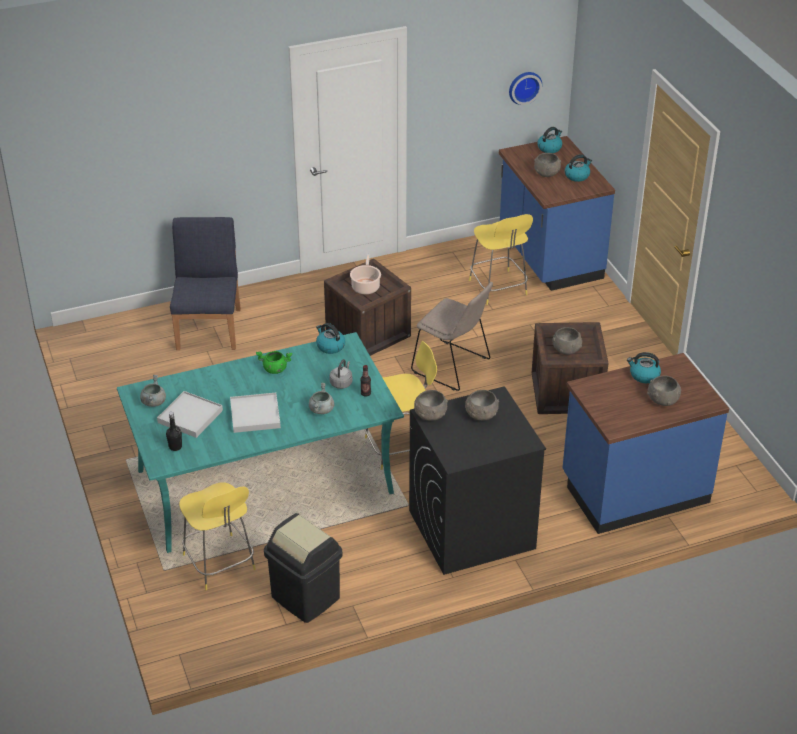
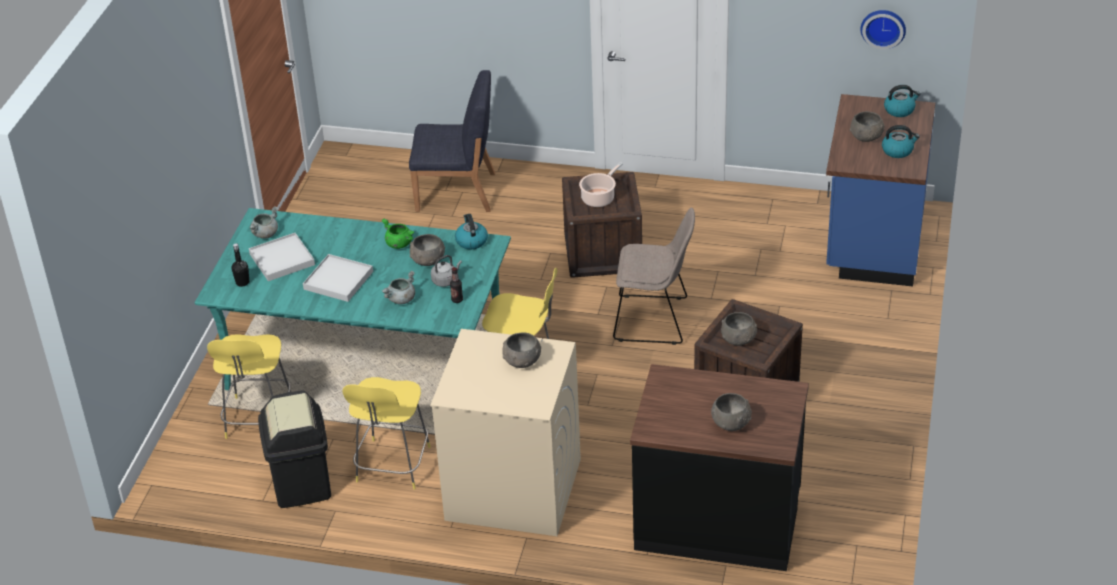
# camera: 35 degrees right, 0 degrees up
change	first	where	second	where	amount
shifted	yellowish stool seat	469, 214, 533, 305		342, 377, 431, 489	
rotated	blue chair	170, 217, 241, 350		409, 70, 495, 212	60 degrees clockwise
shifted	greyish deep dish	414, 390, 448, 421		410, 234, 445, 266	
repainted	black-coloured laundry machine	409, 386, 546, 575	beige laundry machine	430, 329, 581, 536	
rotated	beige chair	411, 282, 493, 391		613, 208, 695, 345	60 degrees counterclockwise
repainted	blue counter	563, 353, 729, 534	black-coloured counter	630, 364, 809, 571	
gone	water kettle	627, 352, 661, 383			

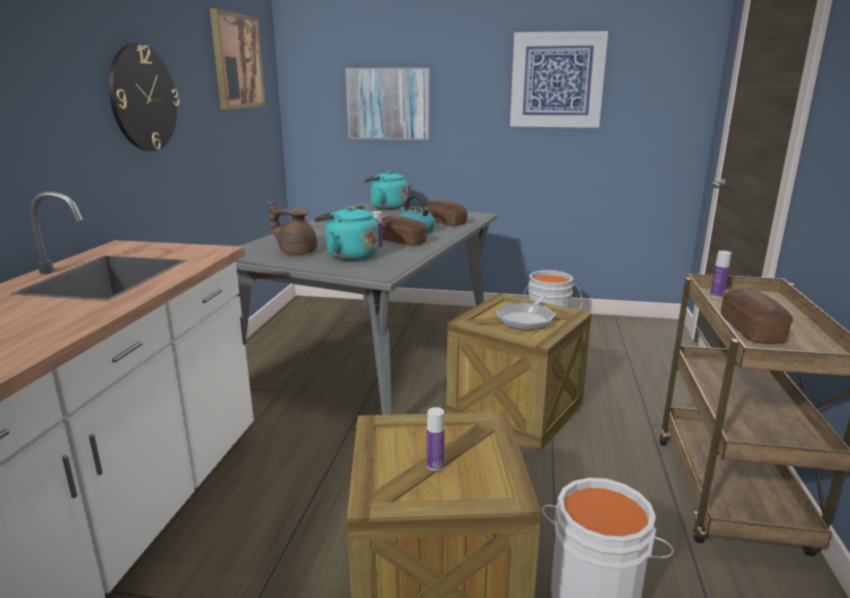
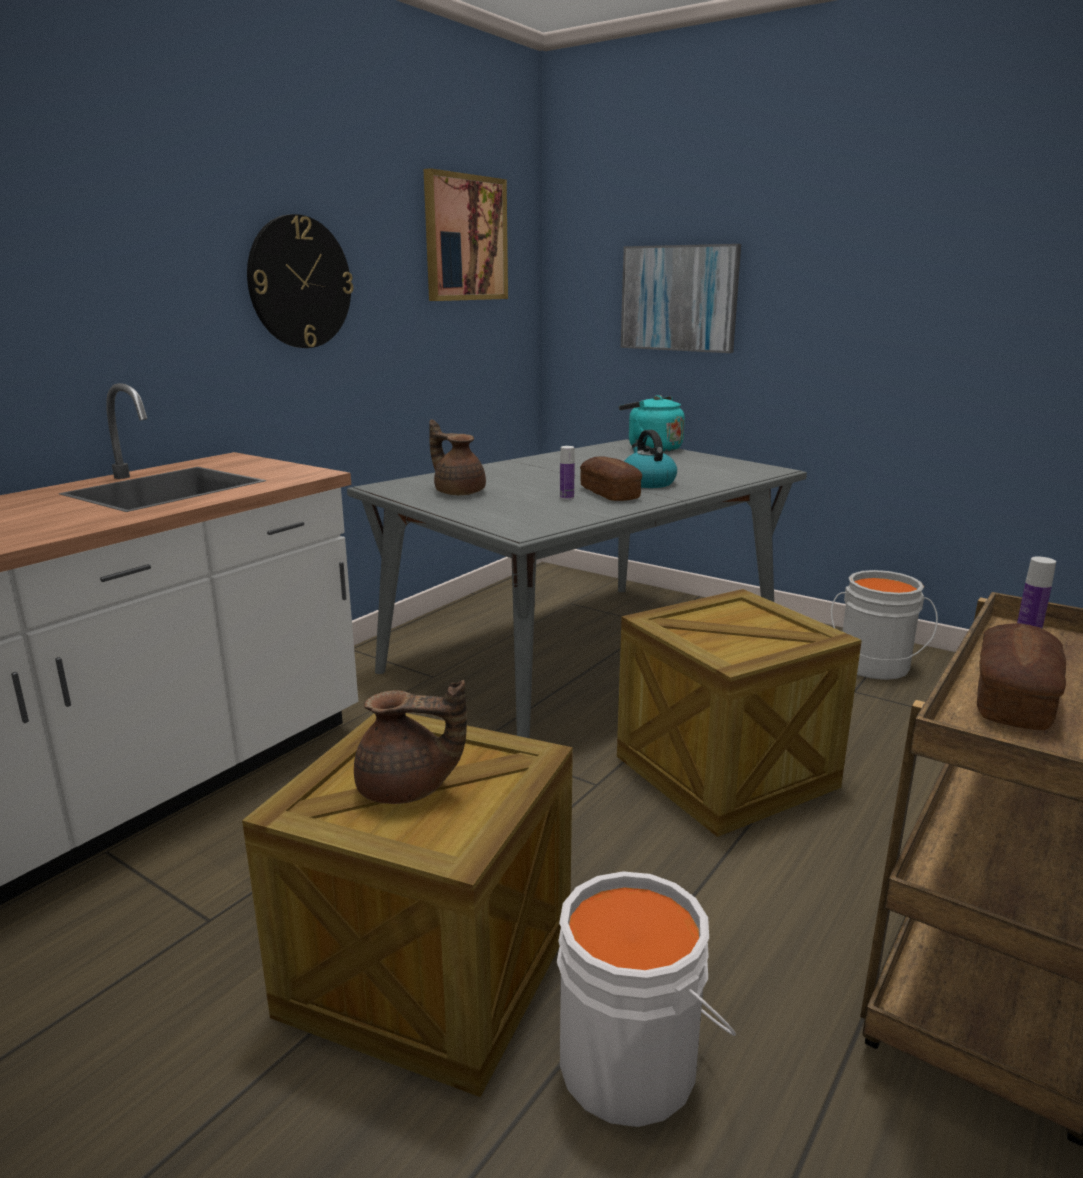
# camera: 25 degrees right, 0 degrees up
change	first	where	second	where	amount
swapped	drink bottle	427, 407, 445, 471	brown-coloured pot for tea	354, 680, 467, 804	
gone	turquoise-coloured water kettle	314, 205, 379, 261			
gone	bakery bread	427, 200, 467, 226			
gone	skillet	496, 295, 555, 330			
gone	wall art	510, 31, 608, 128			

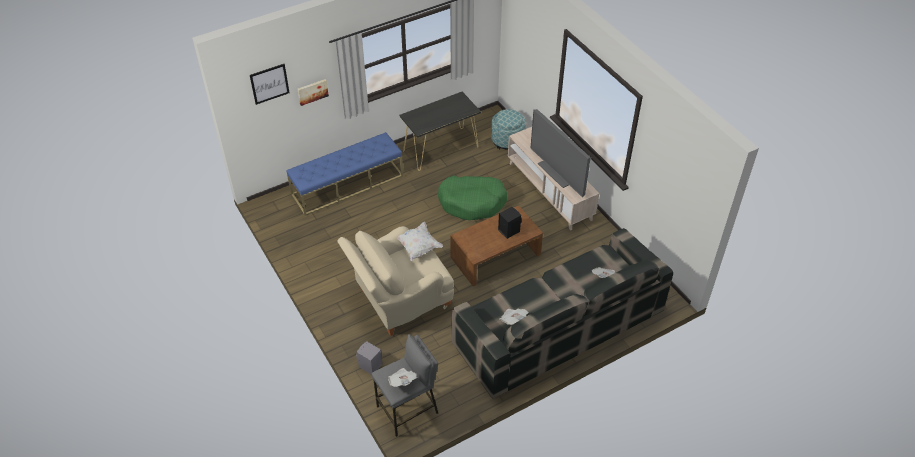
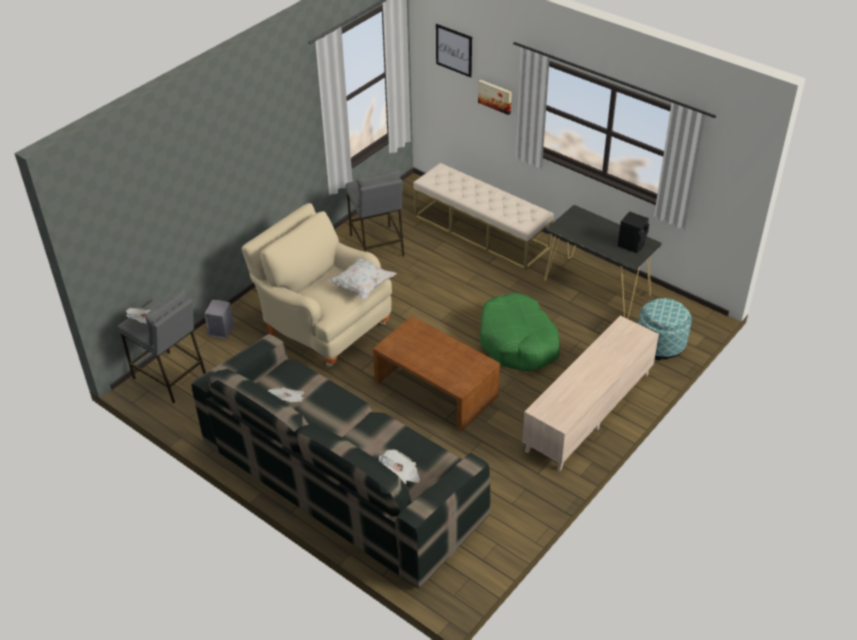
# camera: 70 degrees right, 5 degrees down
change	first	where	second	where	amount
new			greyish stool seat	345, 169, 404, 257	
repainted	blue indoor bench	287, 132, 403, 216	beige indoor bench	413, 163, 554, 271	
shifted	black-coloured speaker	498, 207, 522, 239		618, 211, 649, 253	
gone	TV	530, 109, 591, 197			

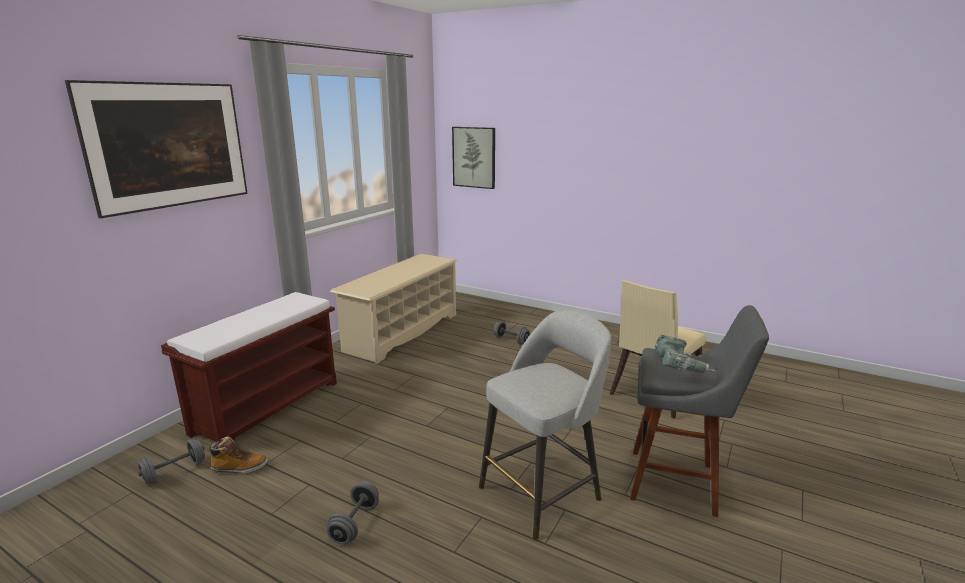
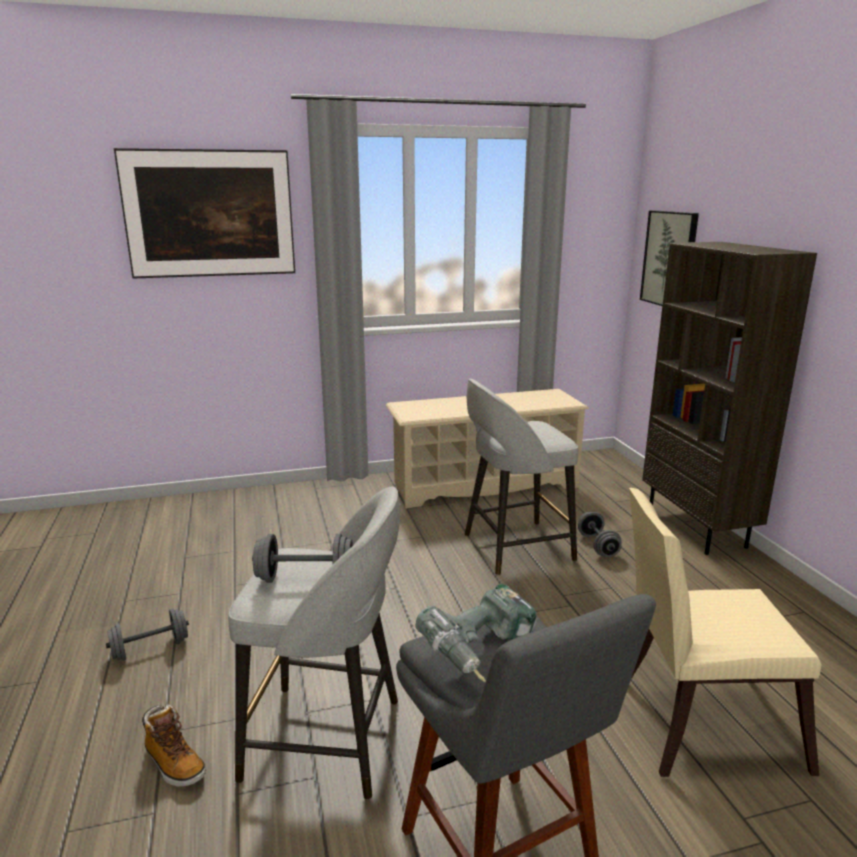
# camera: 45 degrees right, 0 degrees up
change	first	where	second	where	amount
shifted	high-top boot	208, 437, 268, 474		142, 704, 206, 787	
shifted	greyish free weight	138, 439, 205, 484		252, 534, 353, 583	
new			greyish stool seat	465, 379, 579, 575	
new			brown-coloured bookshelf	642, 242, 817, 555	
gone	brown-coloured indoor bench	161, 292, 337, 442			

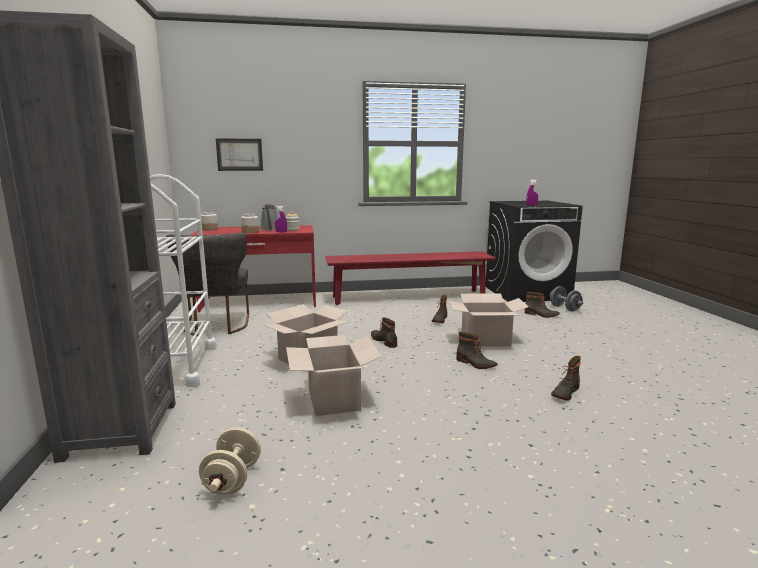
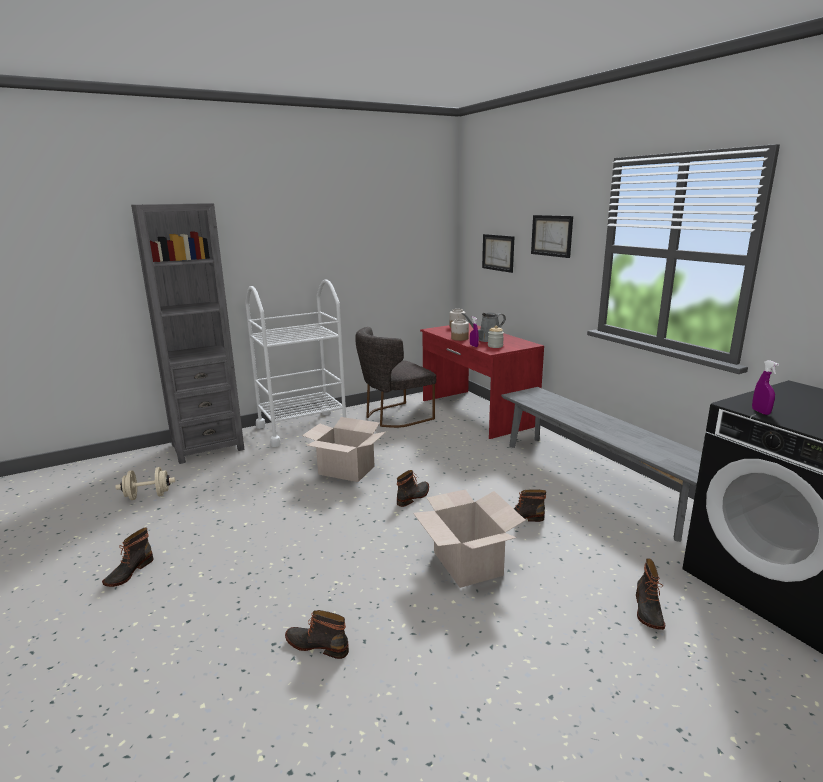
# camera: 70 degrees right, 5 degrees up
change	first	where	second	where	amount
shifted	high-top boot	456, 332, 498, 369		102, 528, 154, 587	
repainted	reddish indoor bench	325, 251, 496, 305	greyish indoor bench	501, 387, 702, 542	
new			wall art	531, 215, 573, 258	
gone	carton	286, 335, 382, 416			
gone	greyish free weight	550, 286, 583, 311			

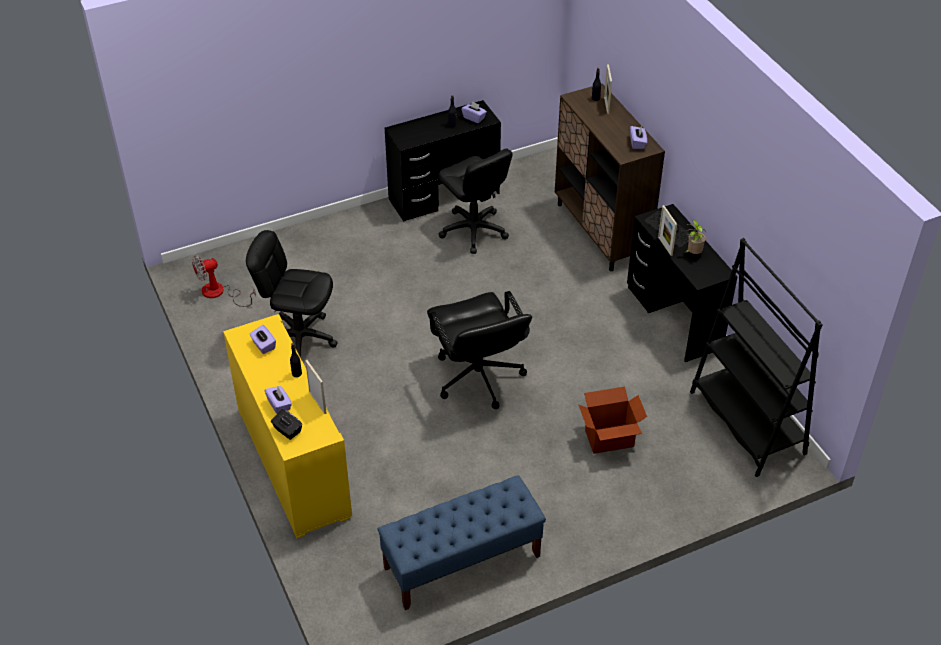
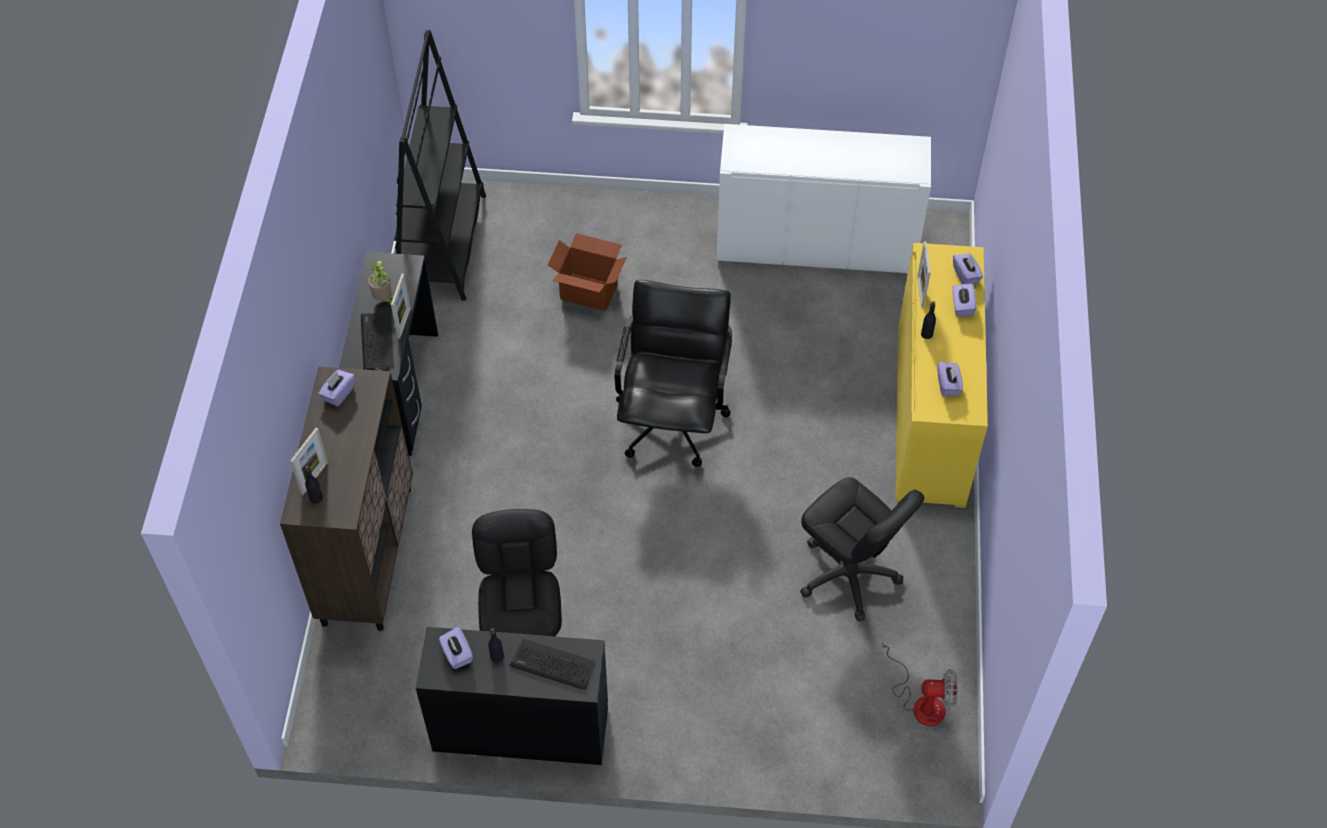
# camera: 150 degrees left, 10 degrees up
change	first	where	second	where	amount
new			keyboard	509, 639, 596, 690	
swapped	blue indoor bench	378, 475, 546, 610	white cabinet	716, 124, 931, 273	
repainted	black-coloured tissue box	271, 409, 302, 440	purplish tissue box	953, 254, 983, 284	

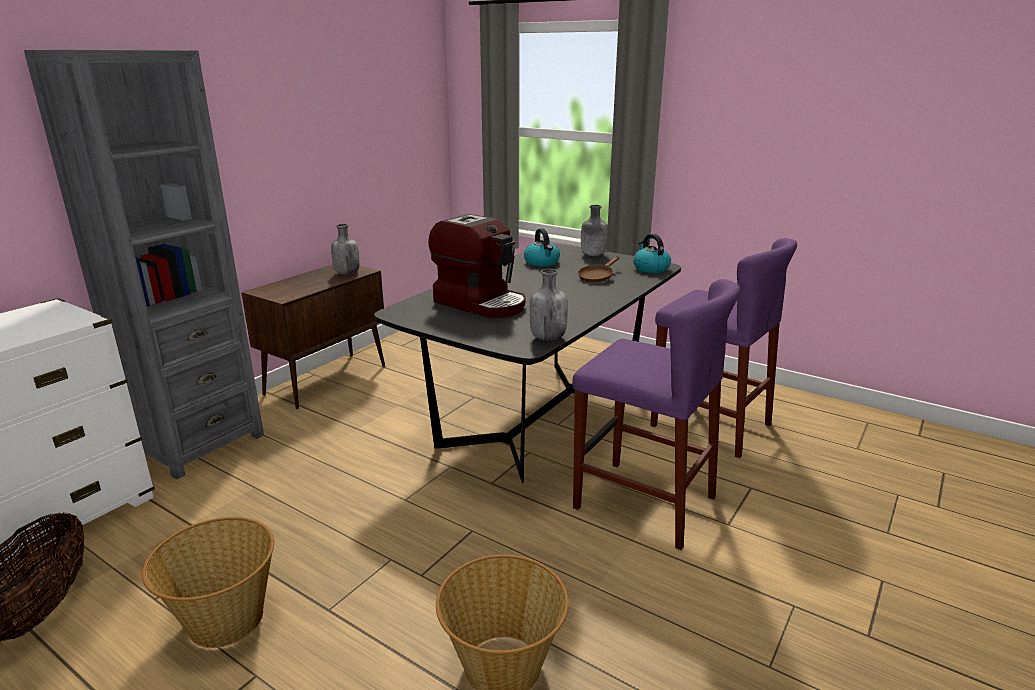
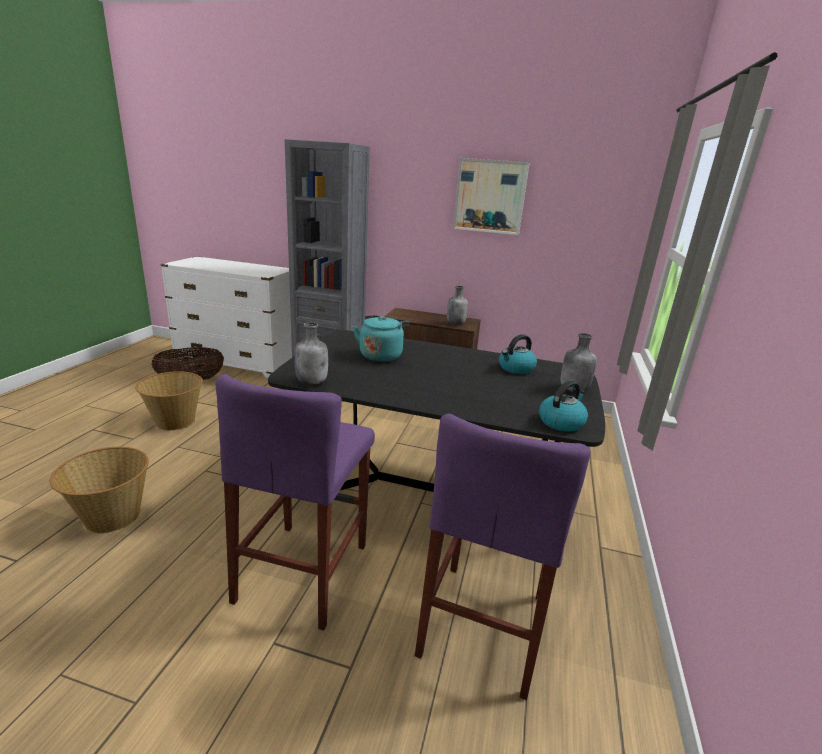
# camera: 70 degrees right, 0 degrees up
change	first	where	second	where	amount
swapped	coffee brewer	428, 214, 525, 318	turquoise-coloured water kettle	353, 315, 409, 362	
new			wall art	453, 158, 530, 235	
gone	brown-coloured skillet	578, 256, 619, 283			

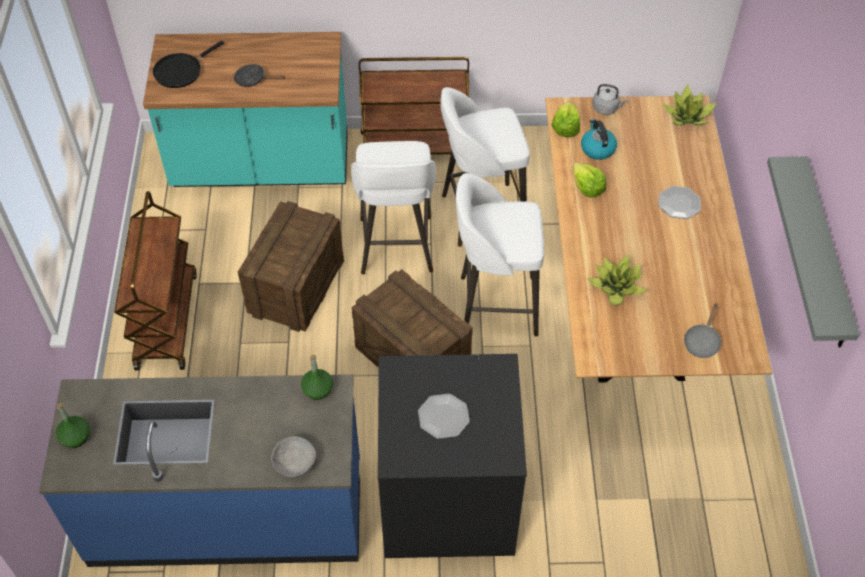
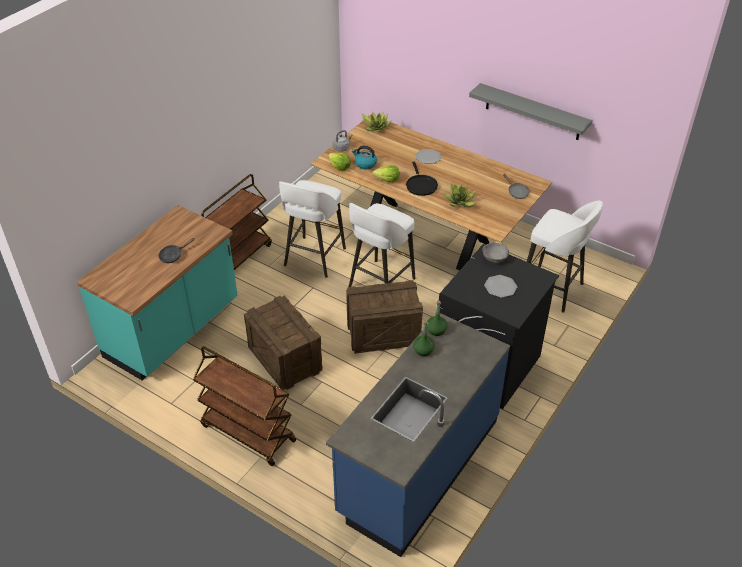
# camera: 55 degrees left, 10 degrees down
change	first	where	second	where	amount
shifted	black-coloured skillet	153, 41, 224, 88		406, 162, 438, 196	
shifted	green-coloured drink bottle	56, 403, 90, 448		413, 320, 435, 356	
shifted	greyish deep dish	271, 436, 316, 478		482, 243, 509, 263	
shifted	white stool seat	351, 141, 436, 274		527, 201, 603, 313	

